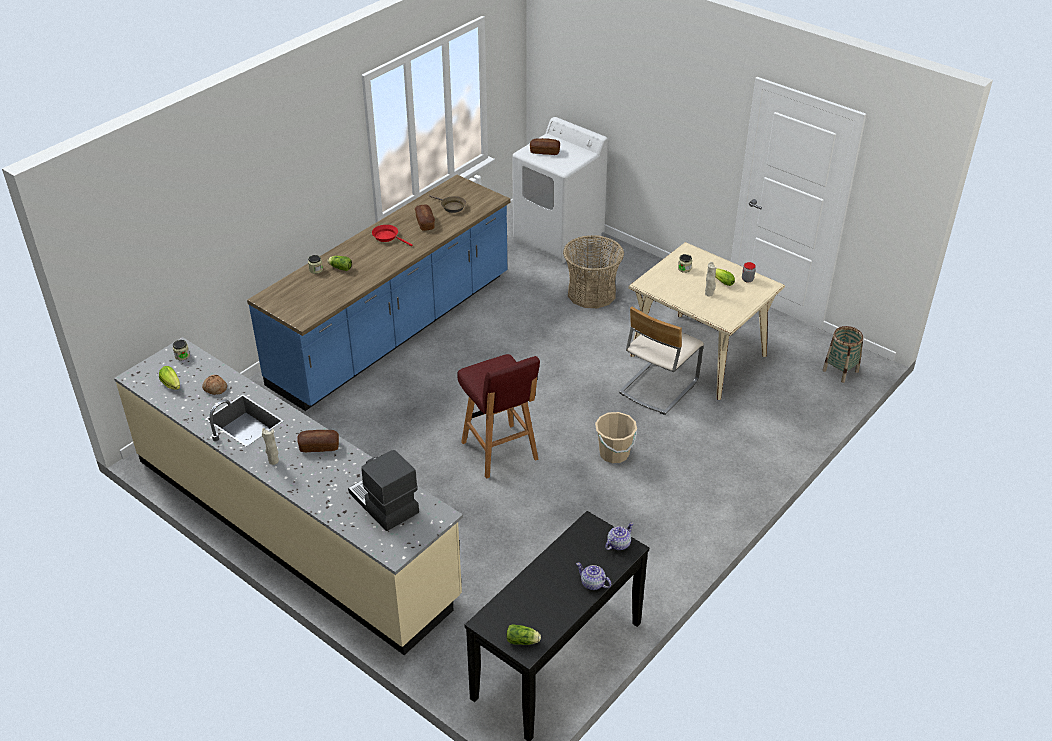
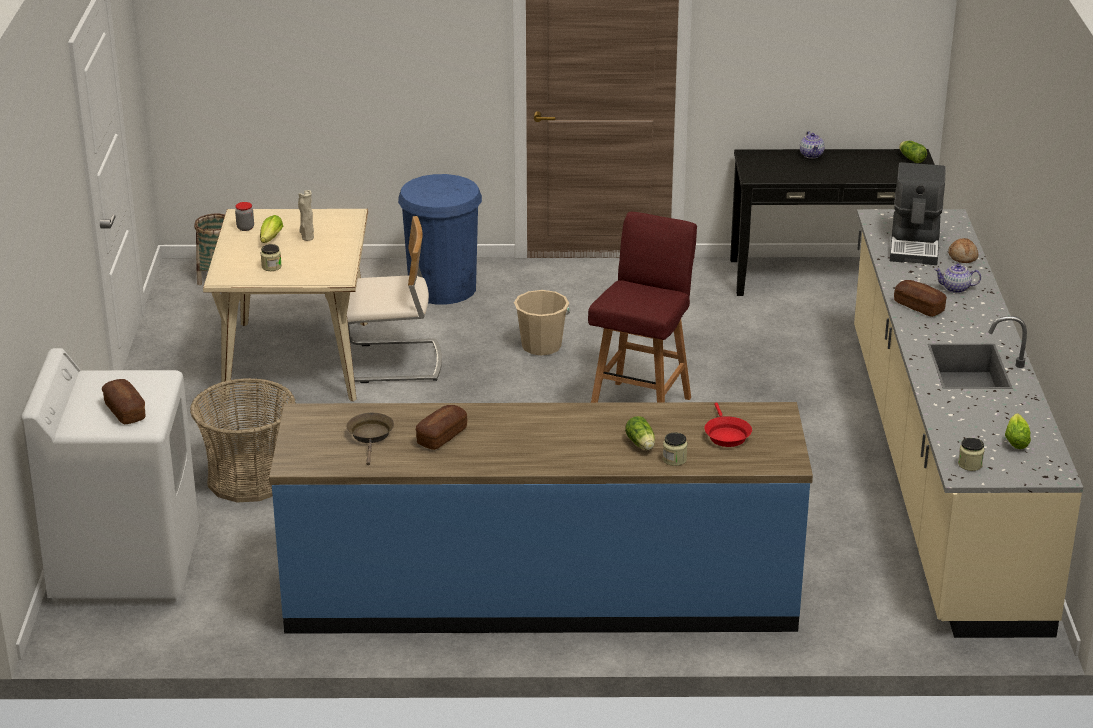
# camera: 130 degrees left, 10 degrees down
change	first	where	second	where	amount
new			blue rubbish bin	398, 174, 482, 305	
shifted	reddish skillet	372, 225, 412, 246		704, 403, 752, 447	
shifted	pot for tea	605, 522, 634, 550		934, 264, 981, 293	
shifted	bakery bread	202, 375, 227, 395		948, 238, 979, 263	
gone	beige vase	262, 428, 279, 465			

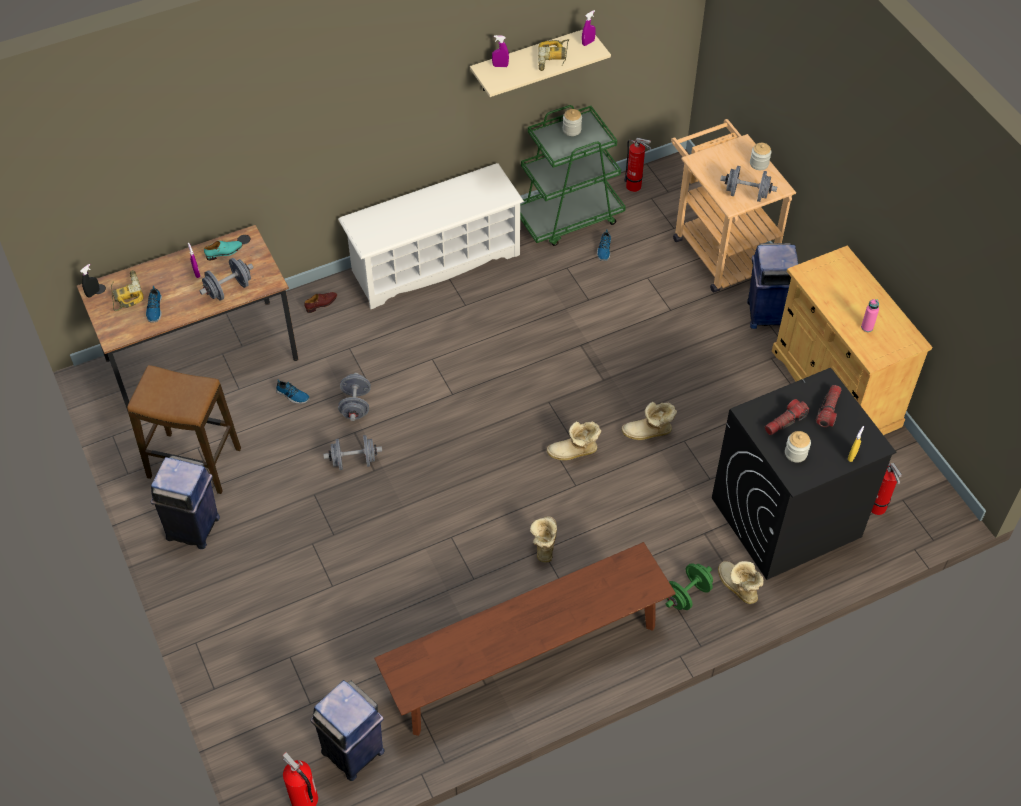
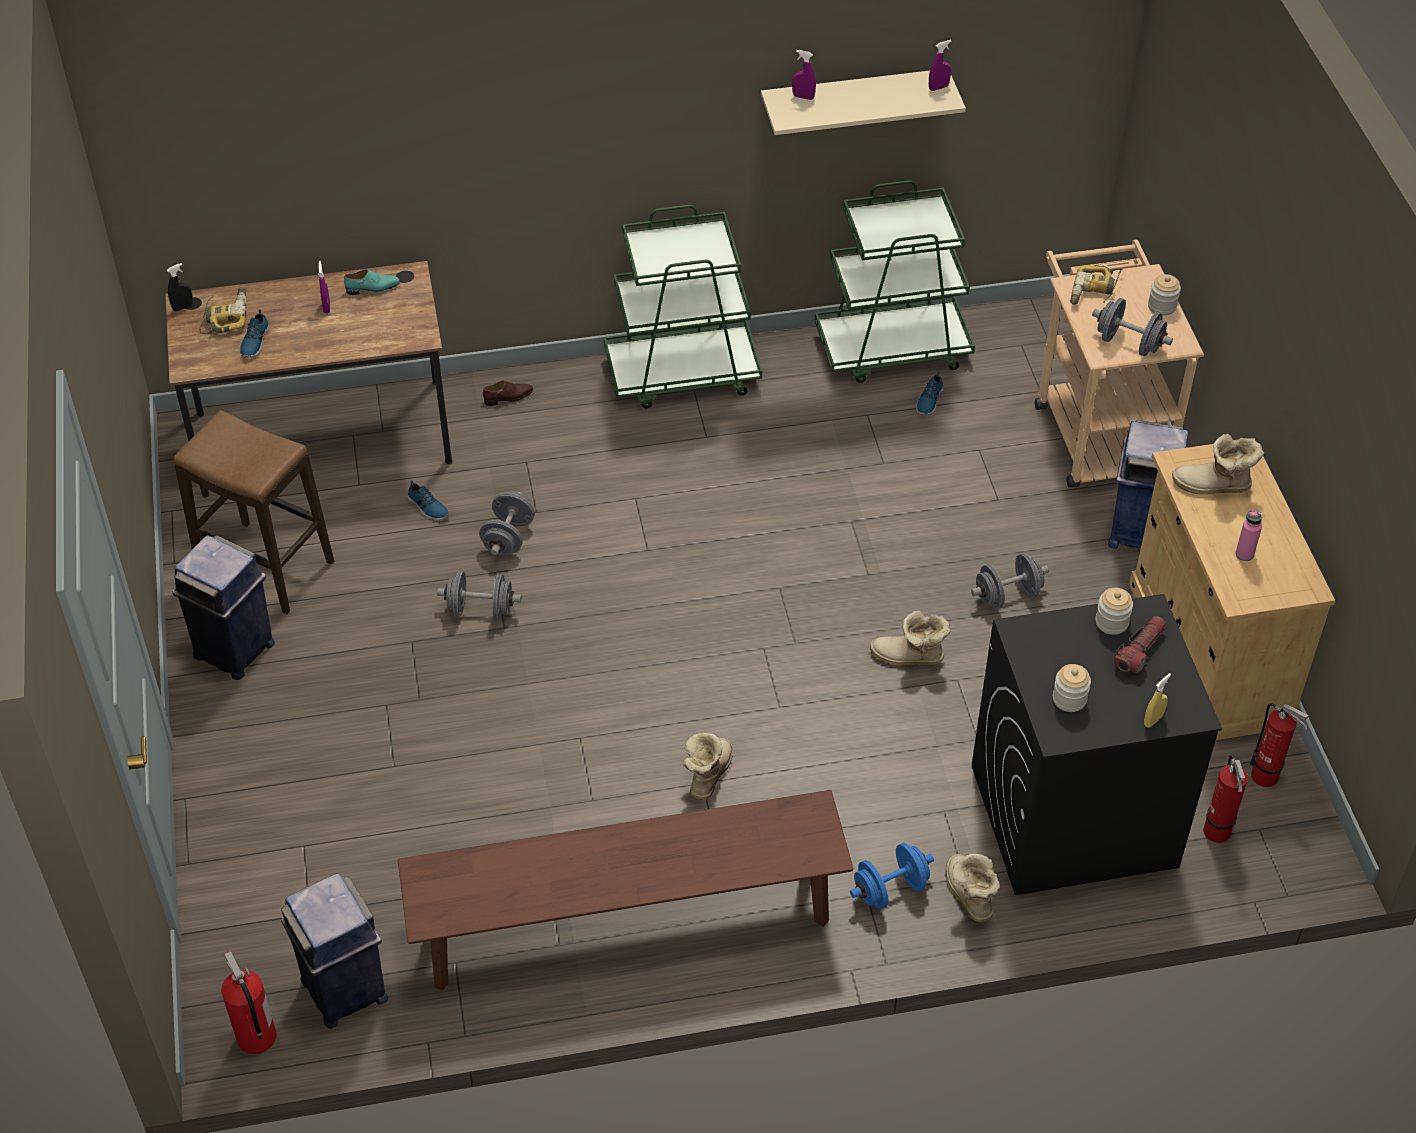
# camera: 15 degrees right, 5 degrees down
change	first	where	second	where	amount
swapped	white shoe stand	338, 163, 524, 309	green-coloured trolley	604, 205, 762, 408	
repainted	green-coloured free weight	666, 563, 713, 610	blue free weight	850, 843, 934, 909	
shifted	greyish free weight	199, 258, 253, 301		971, 553, 1049, 609	
shifted	electric drill	538, 39, 569, 71		1070, 265, 1123, 305	
shifted	jar	563, 109, 582, 136		1095, 588, 1133, 635	
shifted	high-top boot	547, 421, 601, 461		1172, 434, 1264, 494	
shifted	fire-fighting cylinder	624, 138, 651, 192		1250, 703, 1308, 787	
gone	hand torch	765, 399, 809, 435			

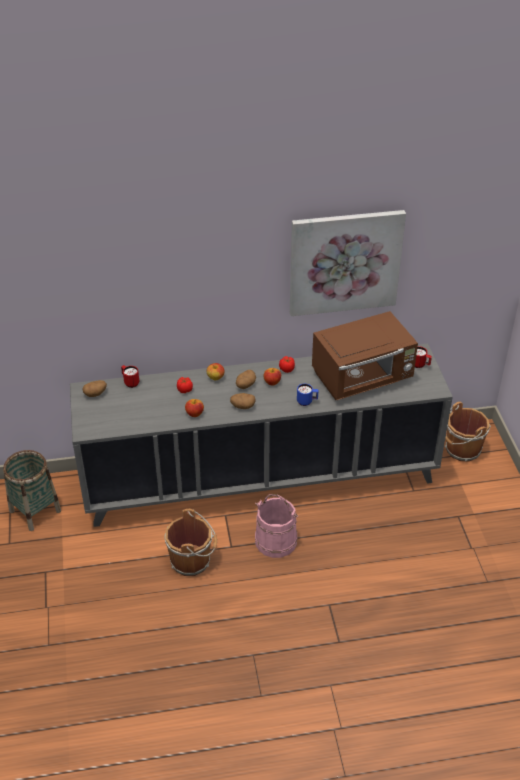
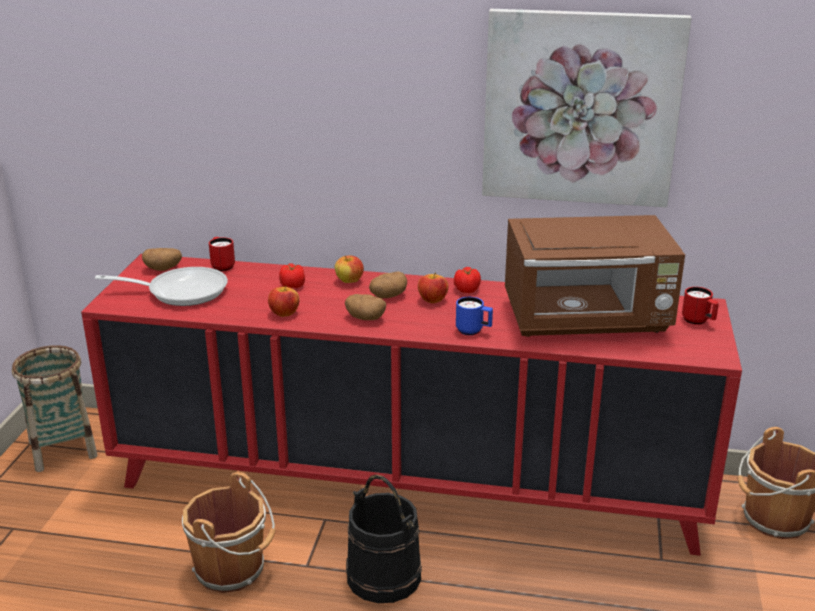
# camera: 20 degrees right, 15 degrees down
change	first	where	second	where	amount
repainted	greyish cabinet	70, 343, 453, 527	reddish cabinet	81, 254, 742, 556	
new			skillet	95, 267, 228, 306	
repainted	pink-coloured pail	255, 494, 298, 558	black-coloured pail	346, 475, 422, 603	

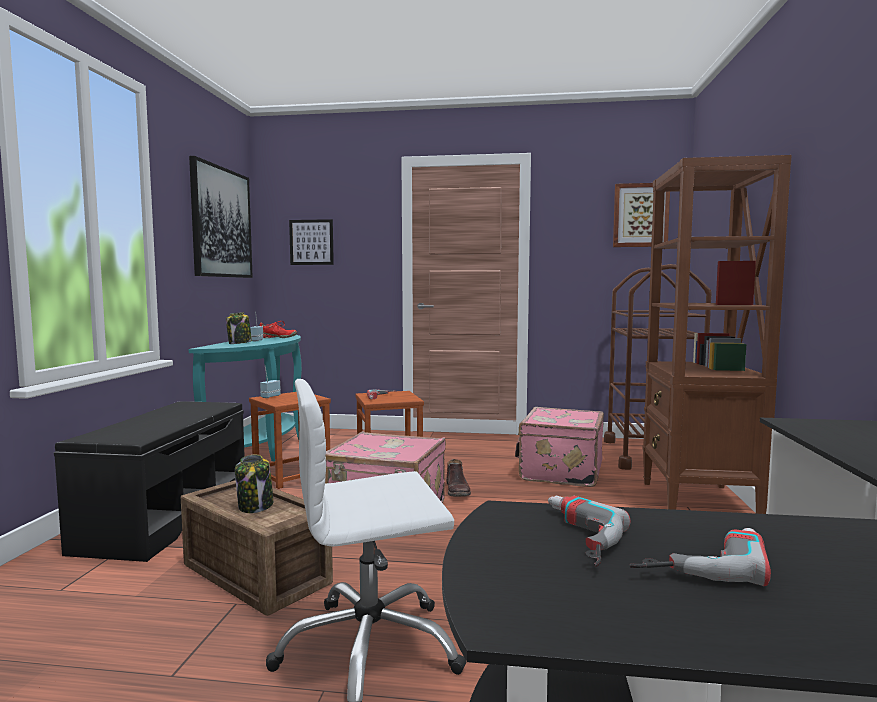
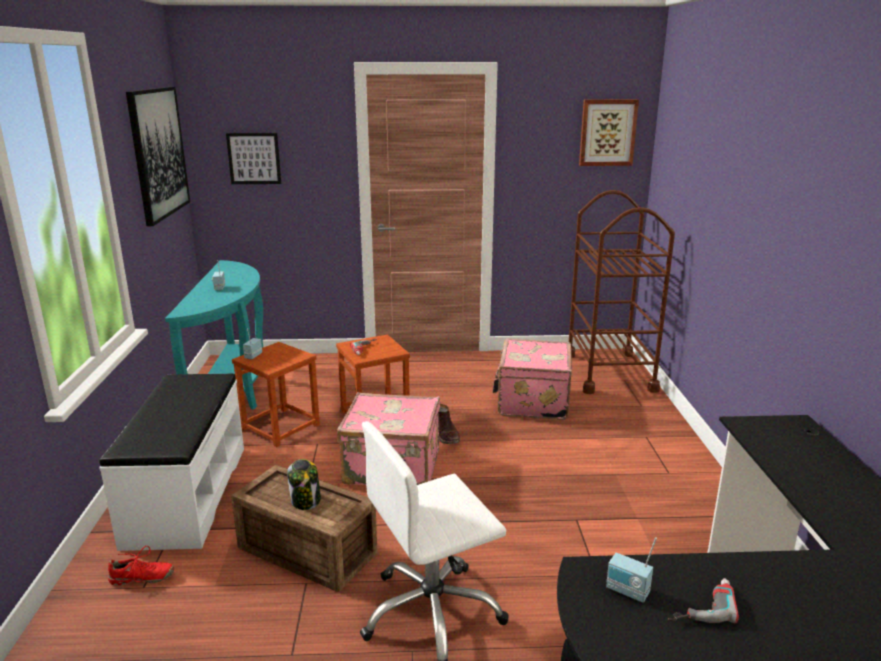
# camera: 10 degrees left, 15 degrees up
change	first	where	second	where	amount
repainted	black-coloured indoor bench	54, 401, 245, 562	white indoor bench	99, 374, 244, 551	
shifted	reddish low shoe	260, 321, 297, 338		108, 546, 174, 586	
swapped	electric drill	548, 495, 630, 567	radio receiver	606, 537, 657, 603	
gone	jar	226, 312, 252, 344			
gone	brown-coloured bookshelf	642, 155, 792, 514			

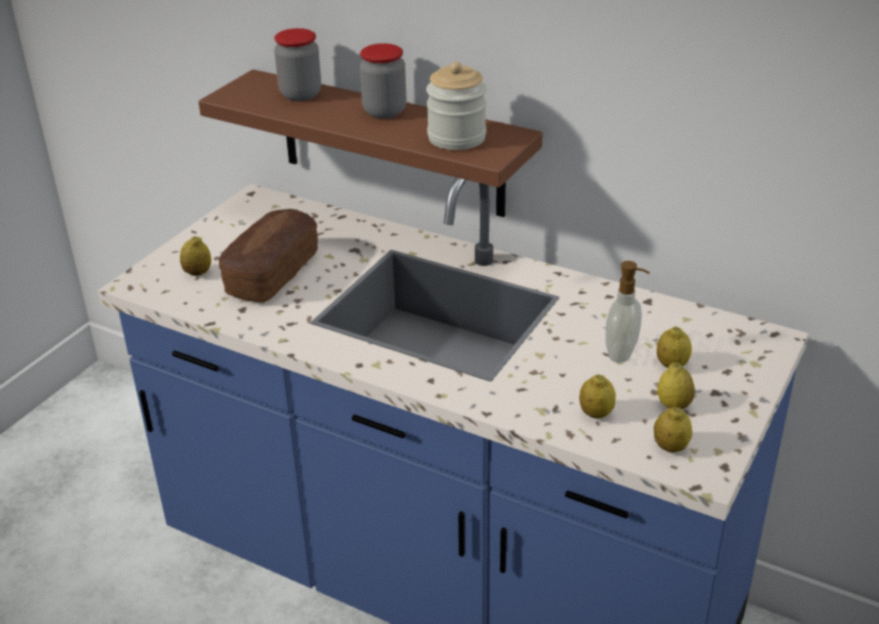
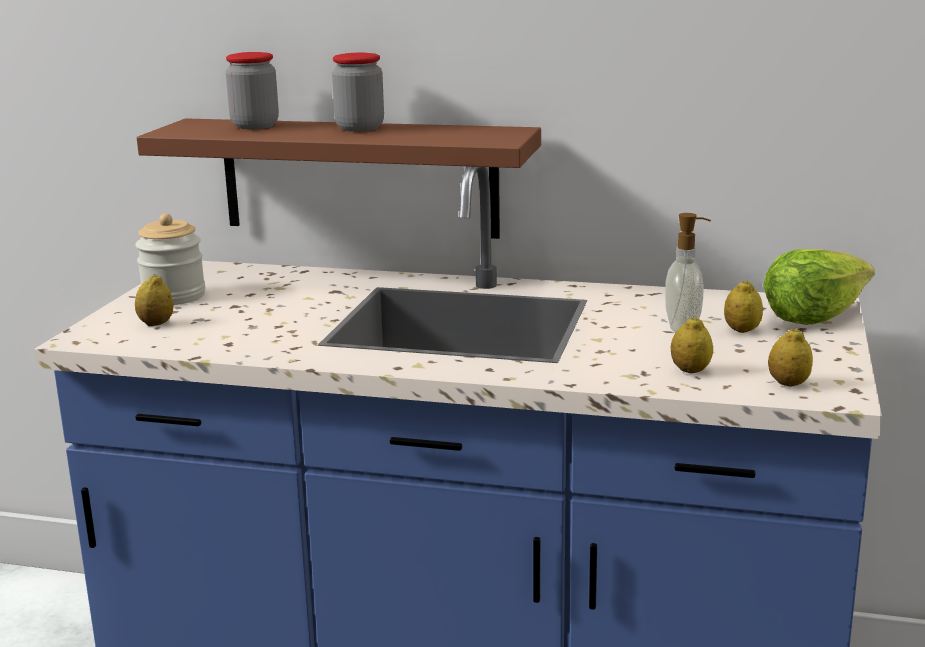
# camera: 15 degrees left, 15 degrees down
change	first	where	second	where	amount
shifted	jar	426, 62, 487, 150		135, 213, 205, 305	
new			lettuce	763, 249, 875, 325	
gone	bakery bread	219, 209, 318, 303			
gone	lemon	657, 363, 695, 409			

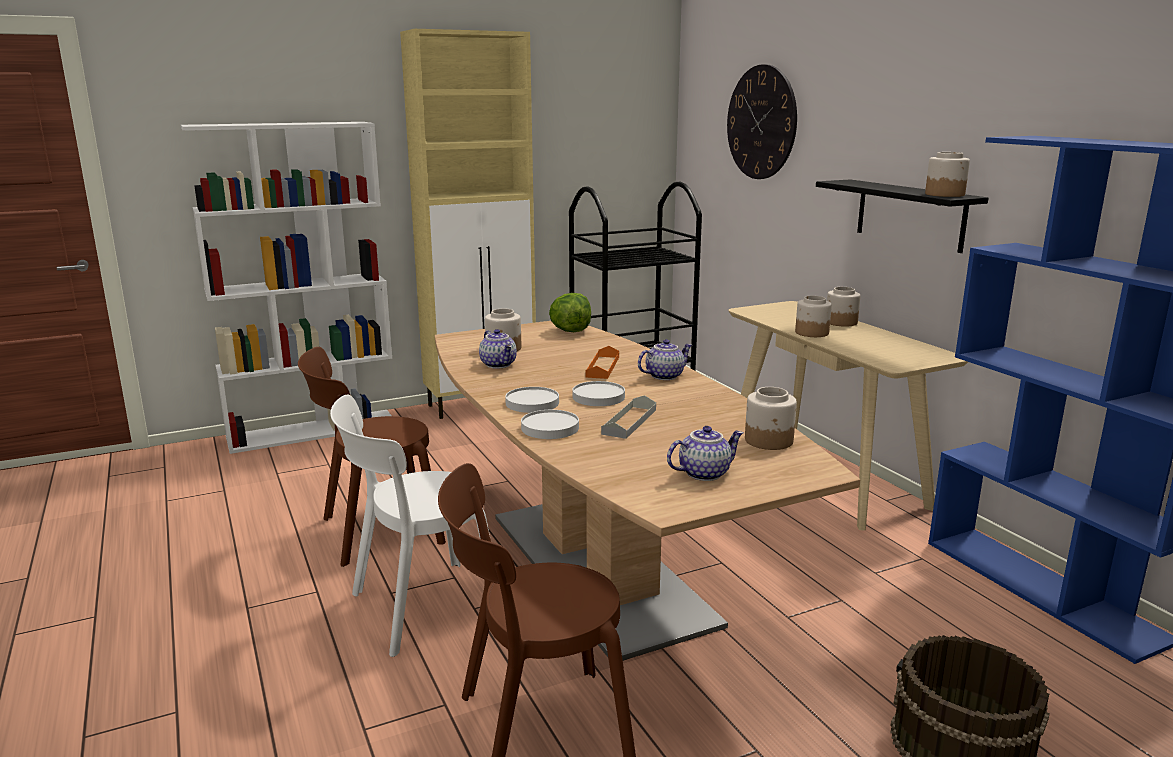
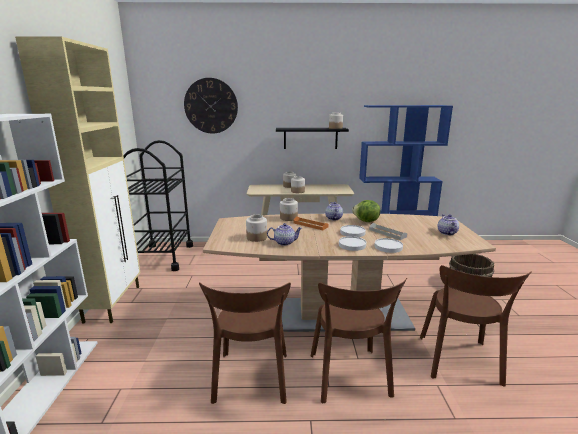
# camera: 65 degrees left, 0 degrees up
change	first	where	second	where	amount
shifted	jar	745, 387, 797, 450		280, 198, 298, 221	
repainted	white chair	330, 395, 490, 657	brown-coloured chair	311, 278, 407, 403	
shifted	lettuce	549, 293, 591, 332		352, 200, 380, 222	

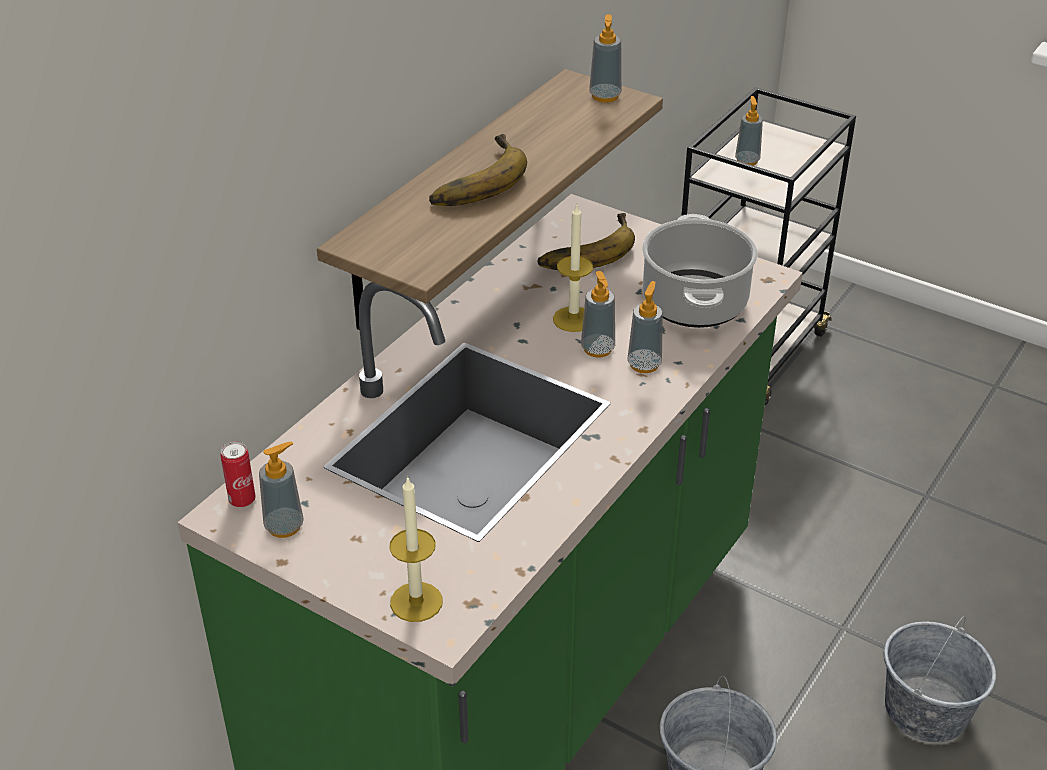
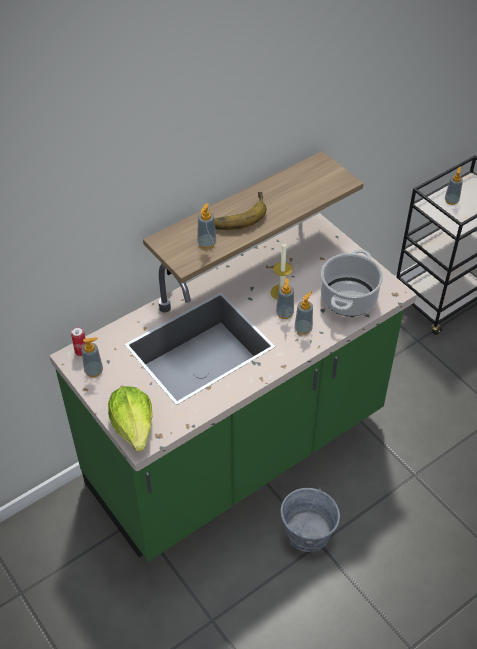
# camera: 20 degrees right, 10 degrees up
change	first	where	second	where	amount
swapped	wax light	389, 476, 443, 622	lettuce	108, 386, 153, 451	
shifted	soap bottle	589, 14, 622, 103		197, 203, 216, 249	
gone	banana fruit	537, 213, 635, 270			
gone	greyish pail	884, 616, 996, 742			

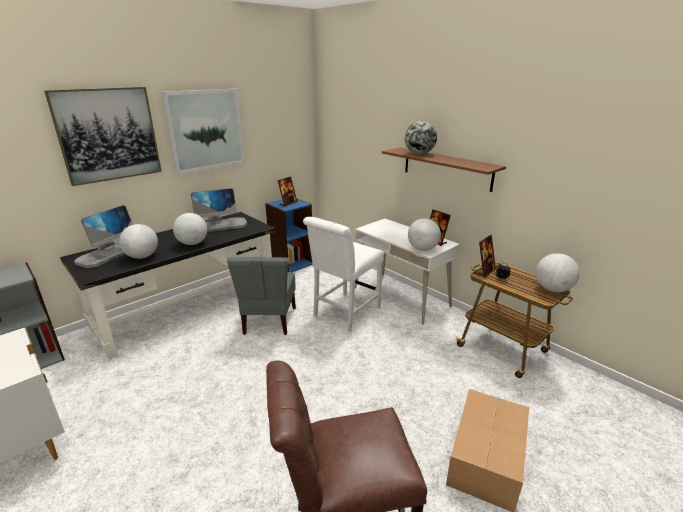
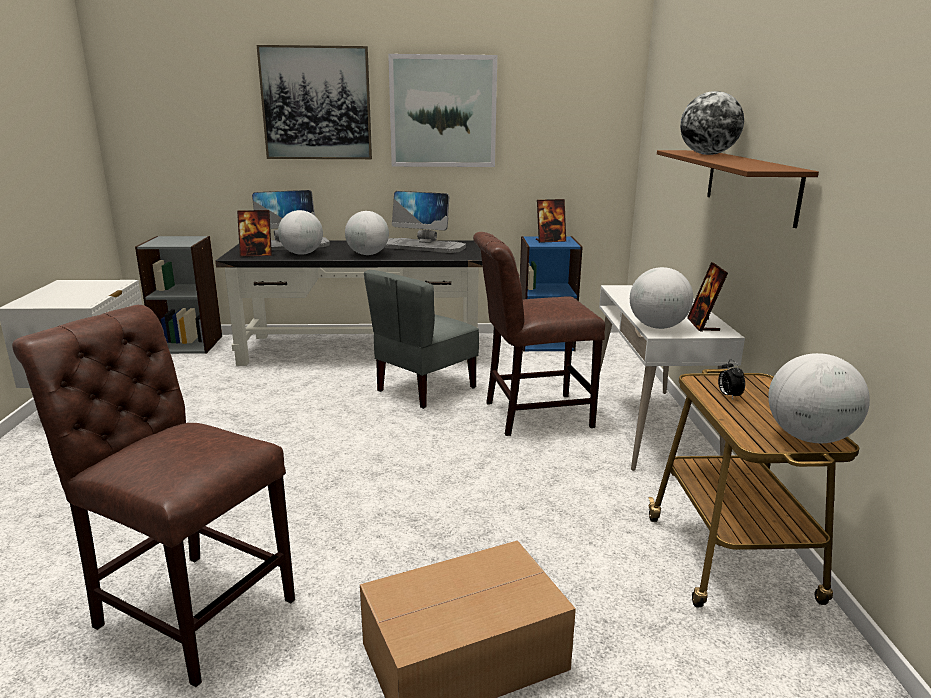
# camera: 40 degrees right, 5 degrees down
change	first	where	second	where	amount
shifted	picture frame	474, 235, 496, 278		237, 210, 272, 257	
repainted	white chair	303, 217, 384, 332	brown-coloured chair	473, 232, 605, 436	

